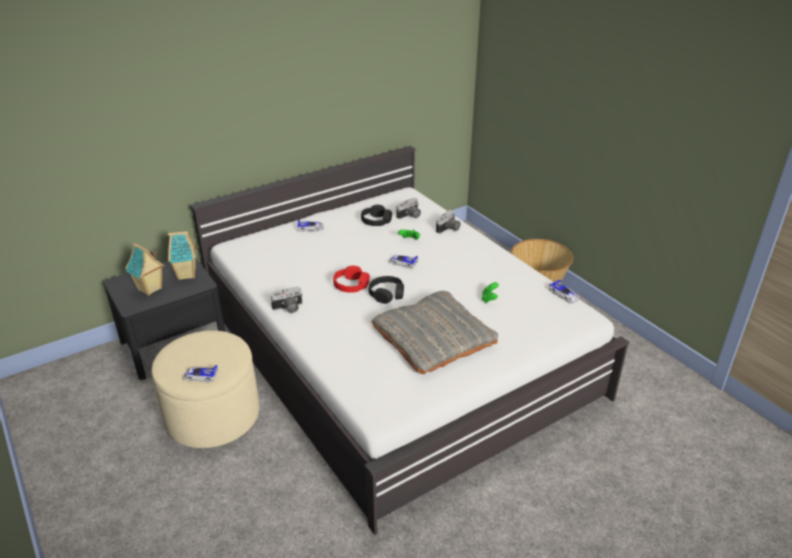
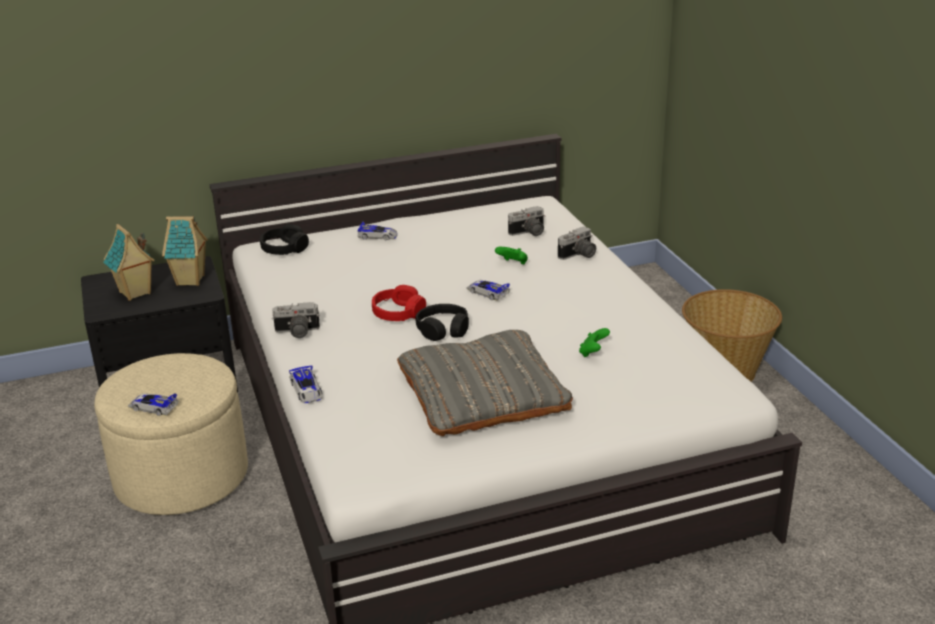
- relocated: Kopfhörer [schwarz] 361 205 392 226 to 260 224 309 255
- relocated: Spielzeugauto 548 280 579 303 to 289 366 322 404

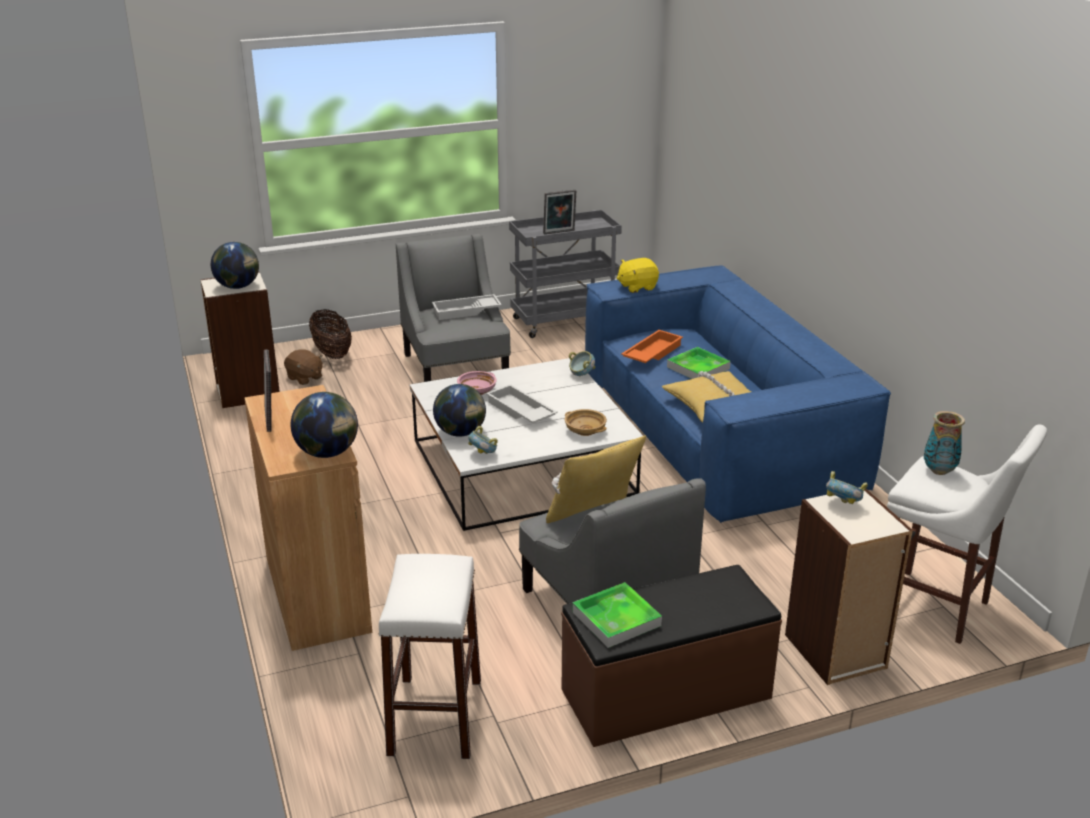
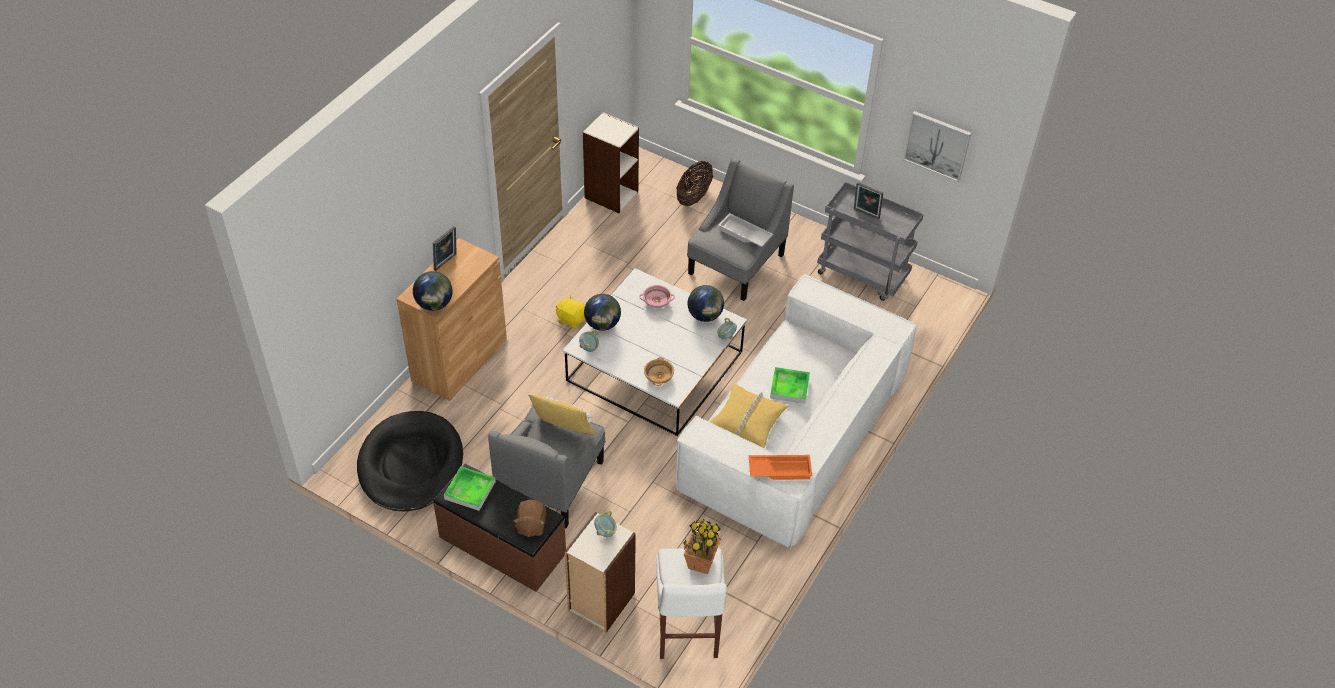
- exchanged: Hocker [weiß] 378 554 481 759 to Hundebett [schwarz] 357 411 463 512
- relocated: Plüschtier [braun] 284 349 323 385 to 513 500 546 537
- relocated: Plüschtier [gelb] 617 258 659 293 to 556 295 585 328
- colour: Sofa [blau] 585 265 891 523 to Sofa [weiß] 676 274 917 548
- exchanged: Vase 924 411 965 475 to Topfpflanze 684 519 721 574
- relocated: Globus 211 242 259 289 to 688 285 724 322
- relocated: Tablett [orange] 621 330 683 363 to 749 455 812 480
- appeared: Bild 903 111 971 182
- missing: Tablett [weiß] 486 384 558 423

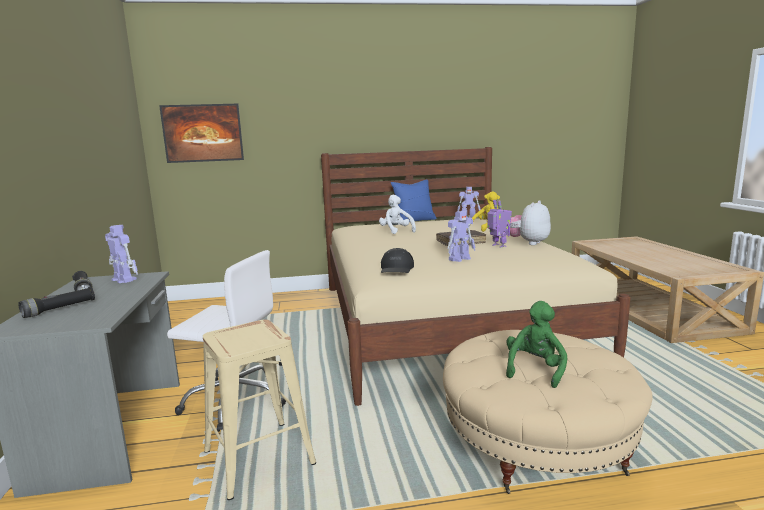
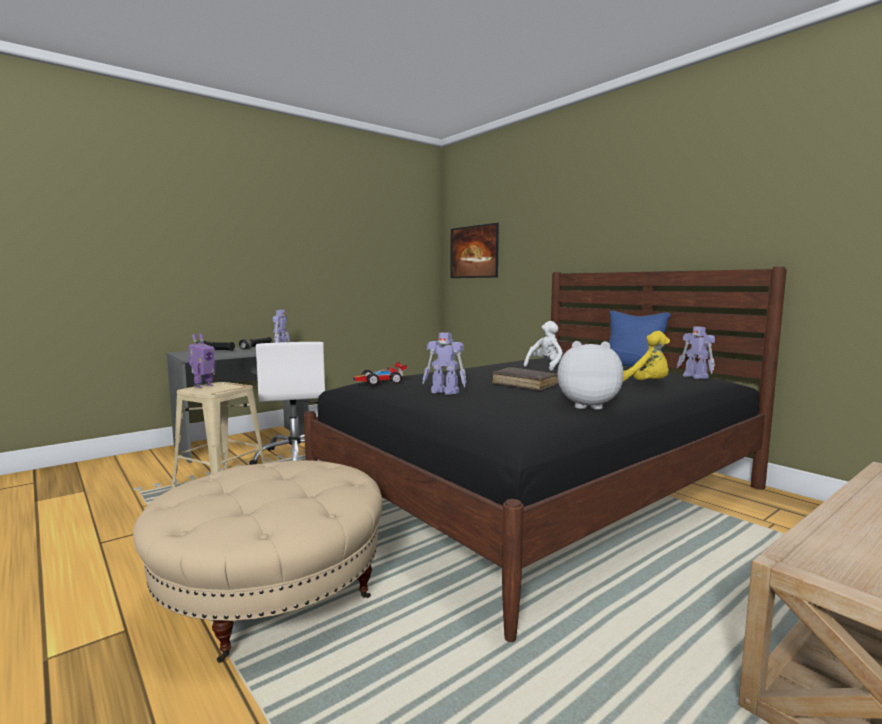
- relocated: Spielzeugroboter 487 200 512 248 to 188 334 216 388
- colour: Bett [beige] 321 147 631 406 to Bett [schwarz] 304 267 787 642
- exchanged: Kappe [schwarz] 381 248 414 273 to Spielzeugauto 353 362 407 386
- missing: Plüschtier [grün] 506 301 567 388

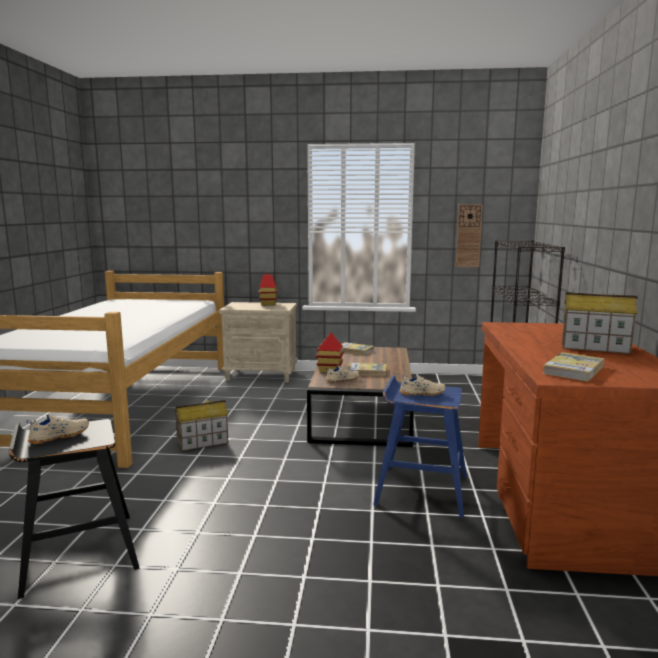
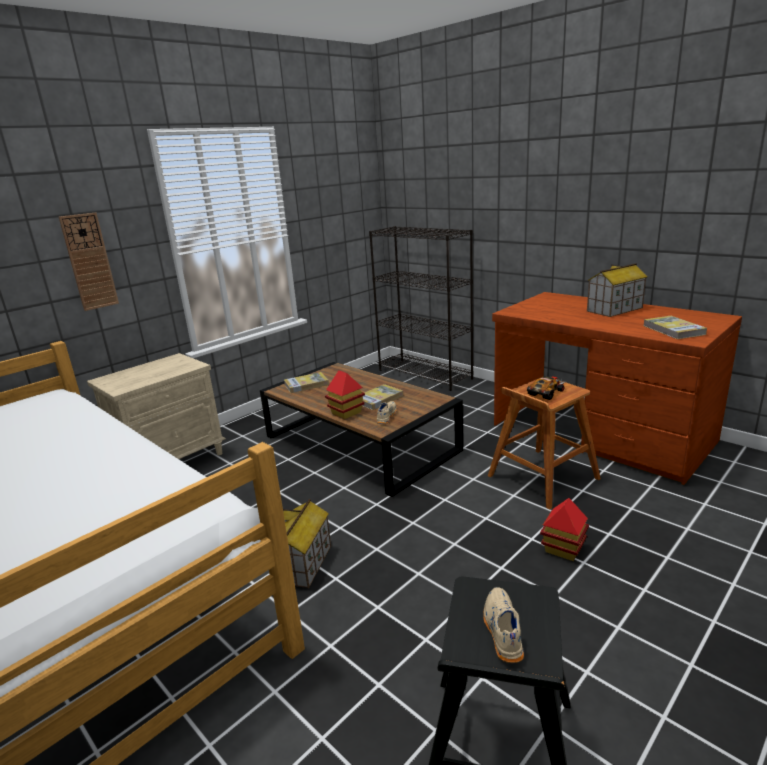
- relocated: Wanduhr 456 204 483 267 to 59 213 119 311
- colour: Hocker [blau] 373 375 467 518 to Hocker [braun] 488 380 601 510
- exchanged: Schuh [beige] 399 374 446 396 to Spielzeugauto 527 376 565 400
- relocated: Spielzeughaus 259 274 277 305 to 540 498 589 561

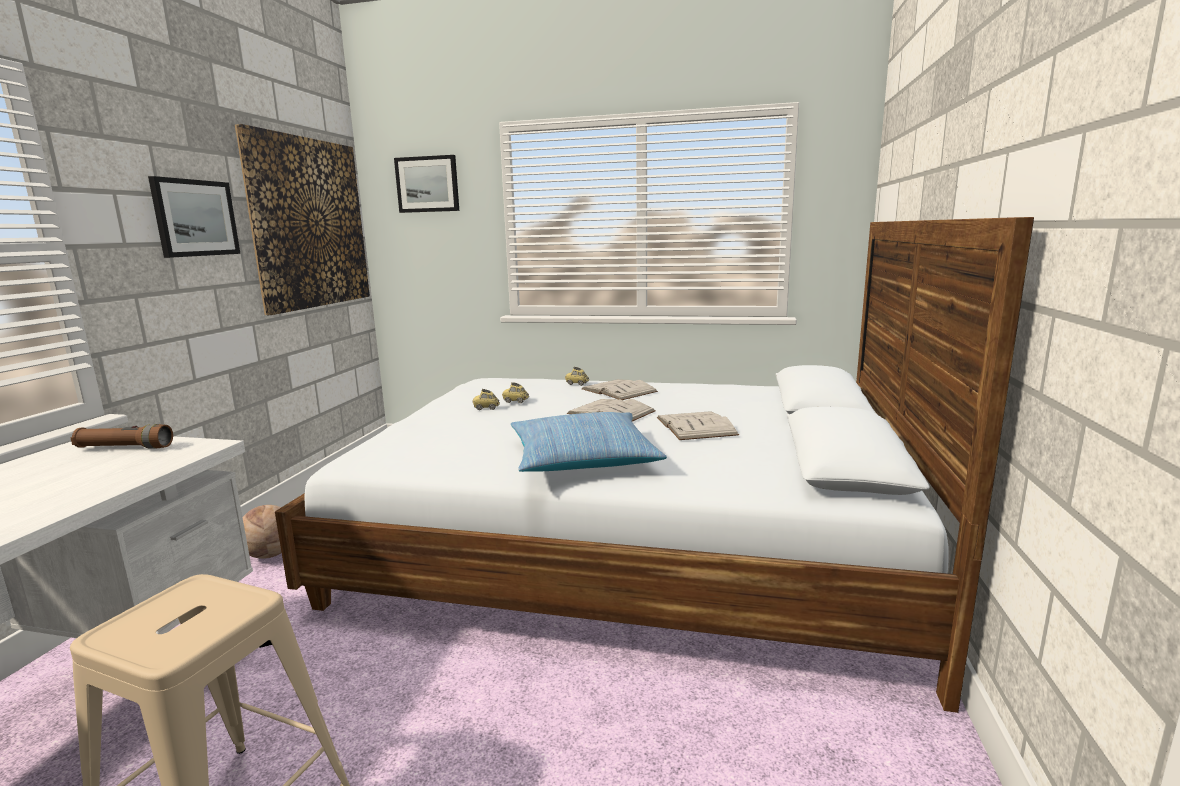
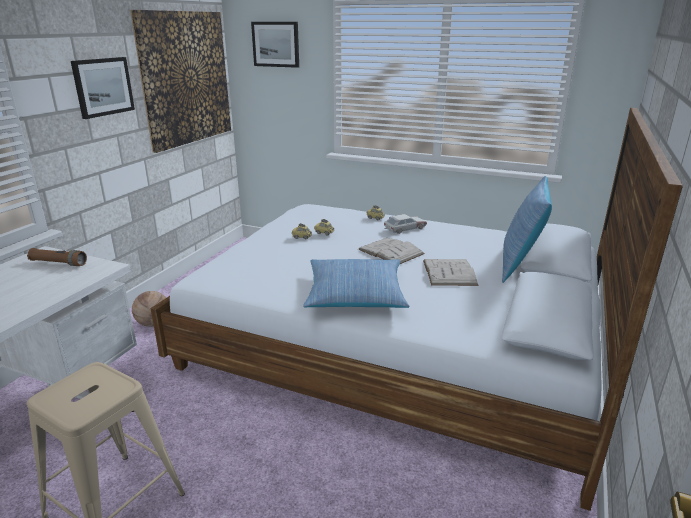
- exchanged: Buch [weiß] 582 379 658 400 to Spielzeugauto 384 214 427 234
- appeared: Kissen 502 176 552 283

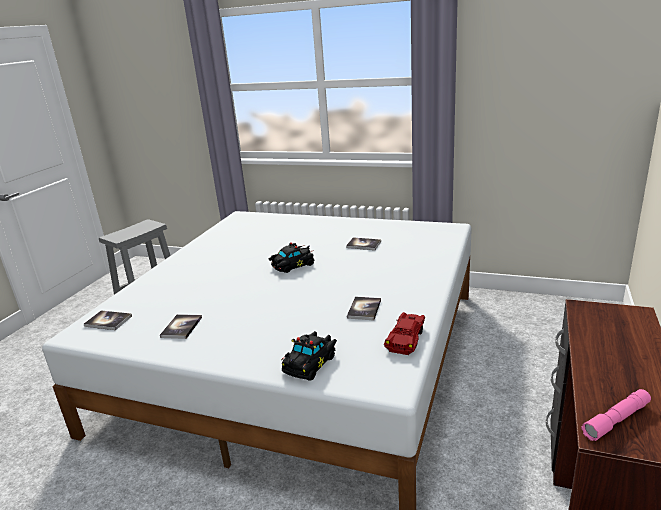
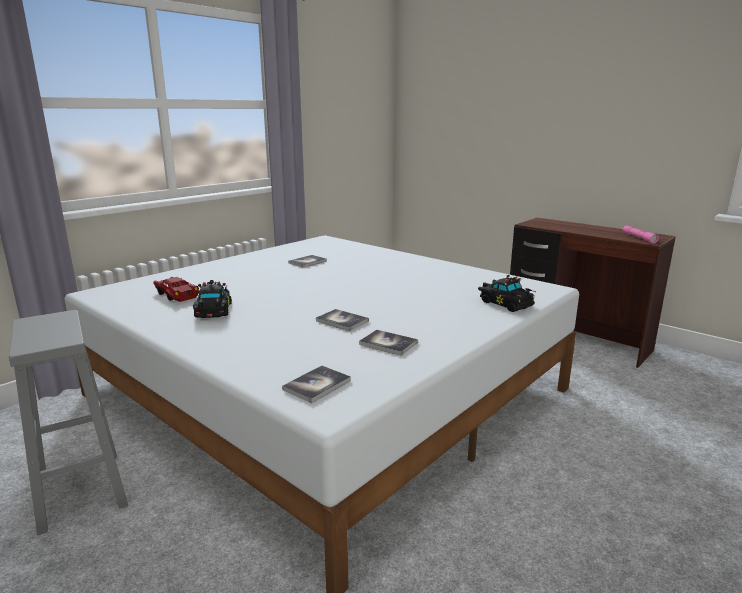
- relocated: Spielzeugauto [rot] 384 312 425 355 to 153 277 200 302
- relocated: Spielzeugauto [schwarz] 268 242 314 273 to 193 280 232 318
- relocated: Buch 347 297 381 320 to 316 309 369 331

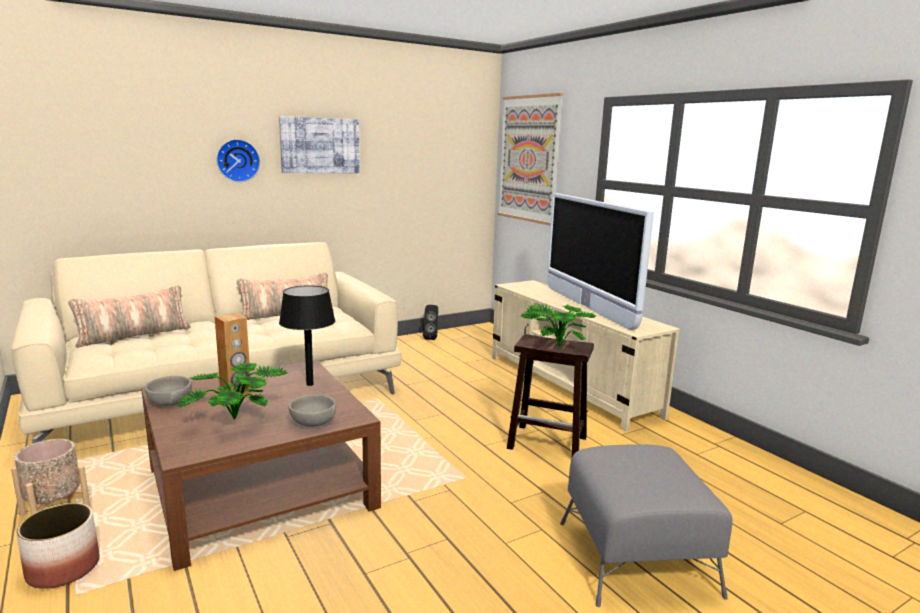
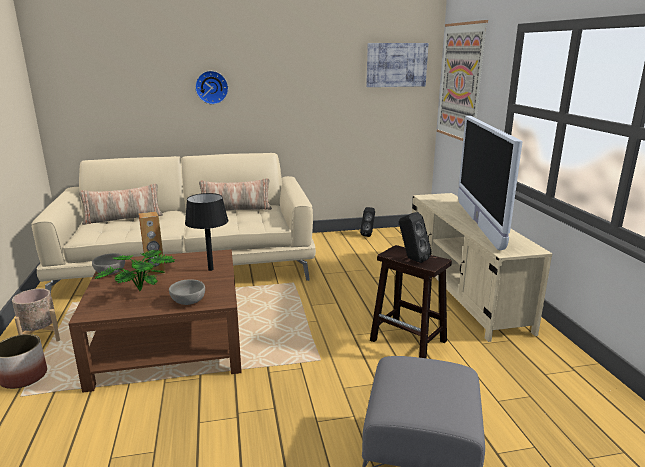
- relocated: Bild 279 116 360 173 to 366 43 428 87
- exchanged: Topfpflanze 520 303 596 346 to Lautsprecher [schwarz] 399 212 432 263

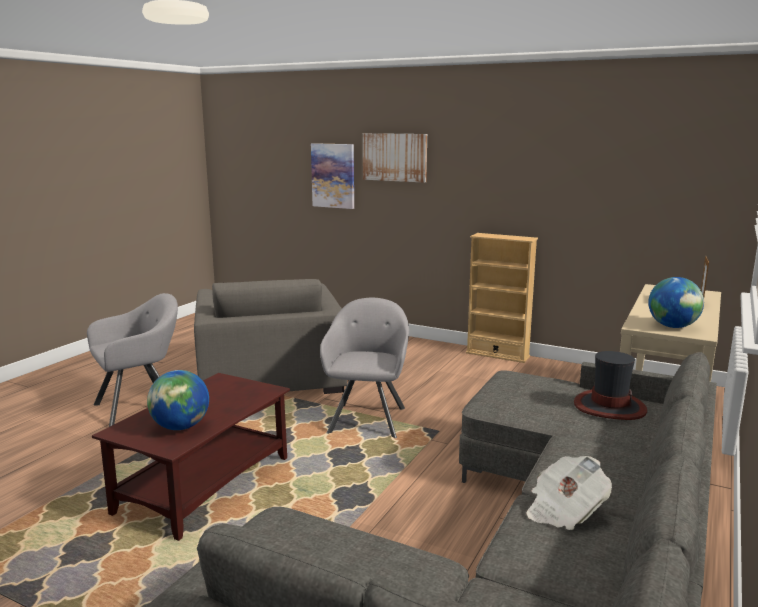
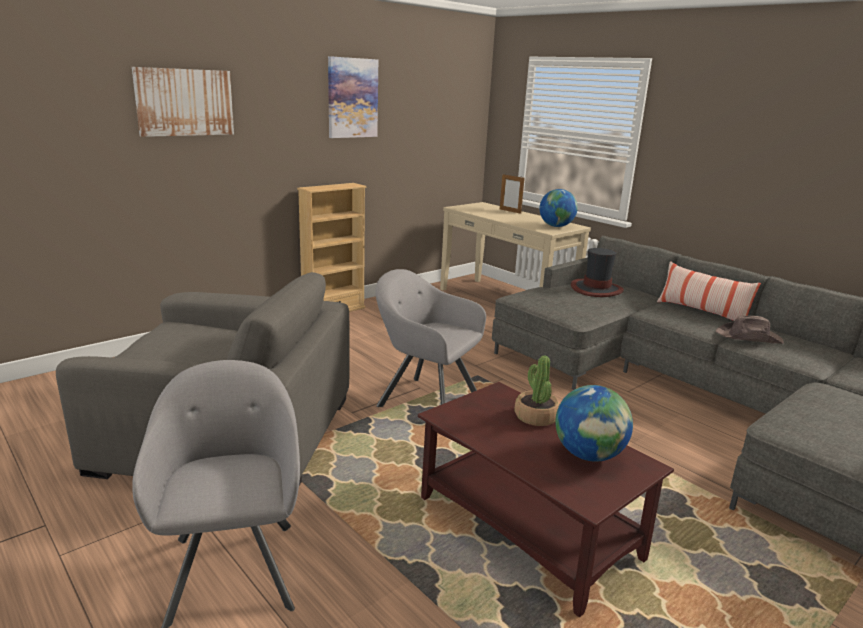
- relocated: Bild 311 143 354 209 to 328 56 378 138
- appeared: Topfpflanze 514 355 560 426
- appeared: Kissen 657 261 761 321
- exchanged: Zeitung 526 456 612 530 to Hut [braun] 715 316 784 344

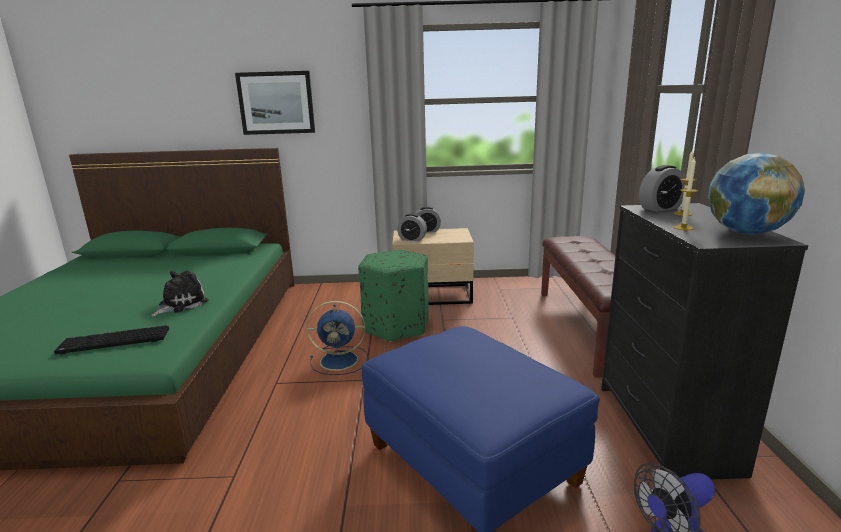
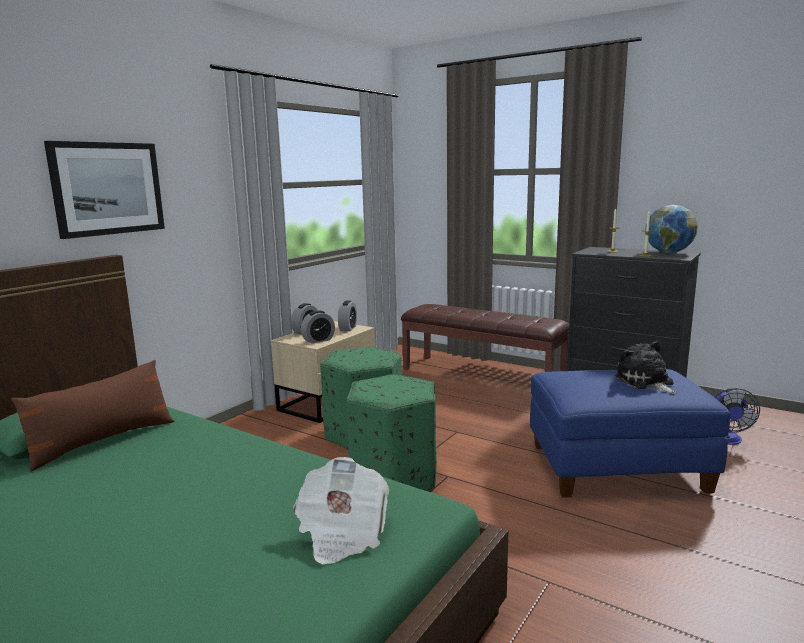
- appeared: Kissen [braun] 11 360 174 472
- exchanged: Tastatur 54 325 169 355 to Zeitung 294 457 389 565
- relocated: Wecker 639 165 686 212 to 338 301 357 331
- exchanged: Ventilator [blau] 307 301 368 375 to Polsterhocker [grün] 347 374 437 491
- relocated: Plüschtier 151 270 208 317 to 615 341 677 394

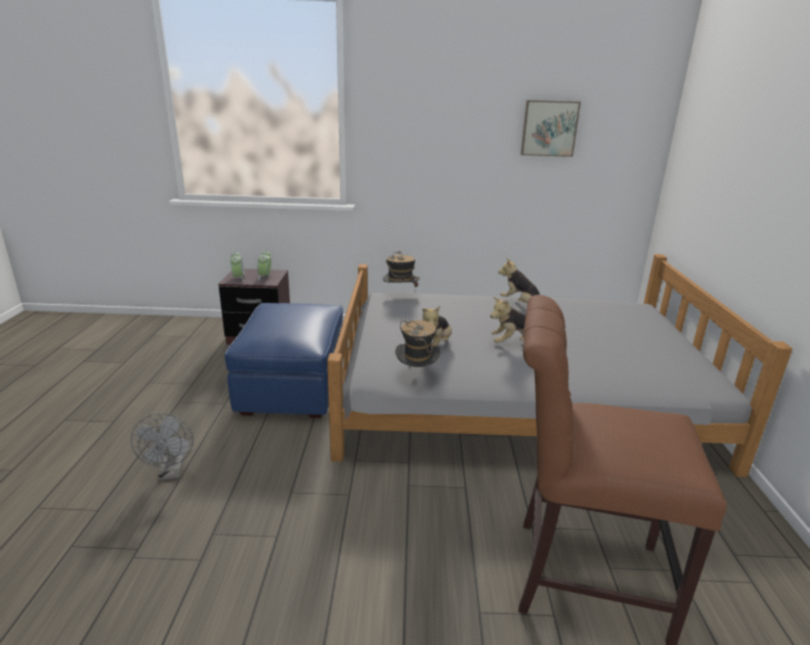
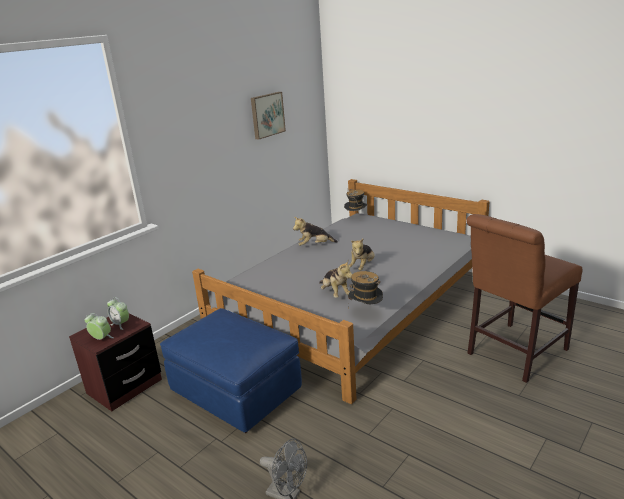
- relocated: Hut 382 251 420 287 to 344 189 368 211

